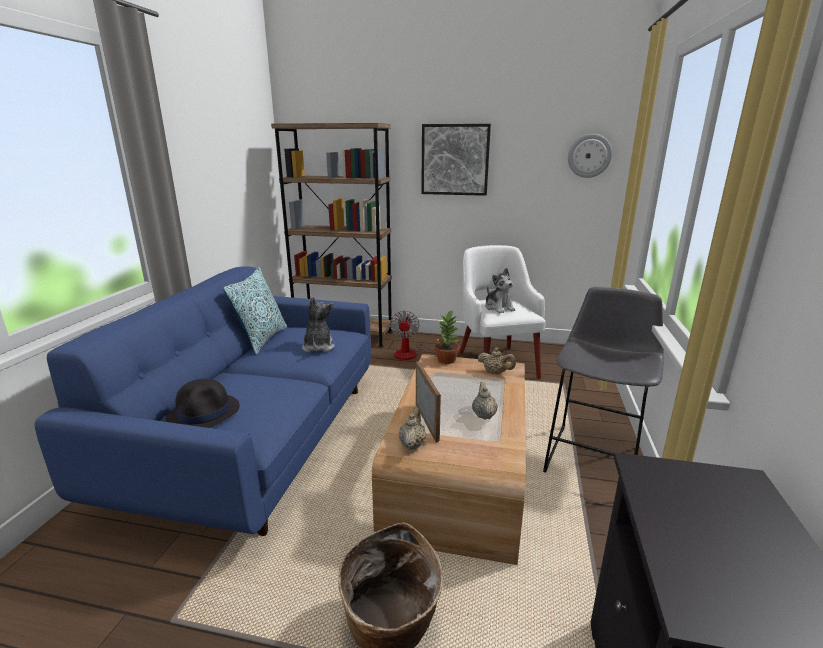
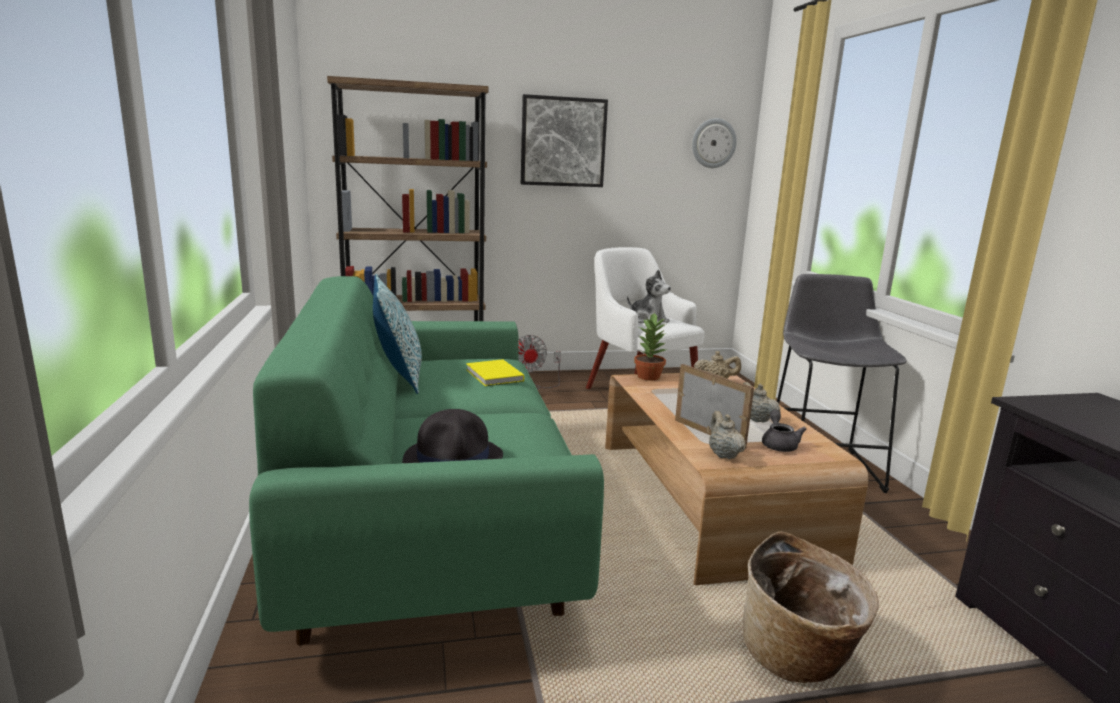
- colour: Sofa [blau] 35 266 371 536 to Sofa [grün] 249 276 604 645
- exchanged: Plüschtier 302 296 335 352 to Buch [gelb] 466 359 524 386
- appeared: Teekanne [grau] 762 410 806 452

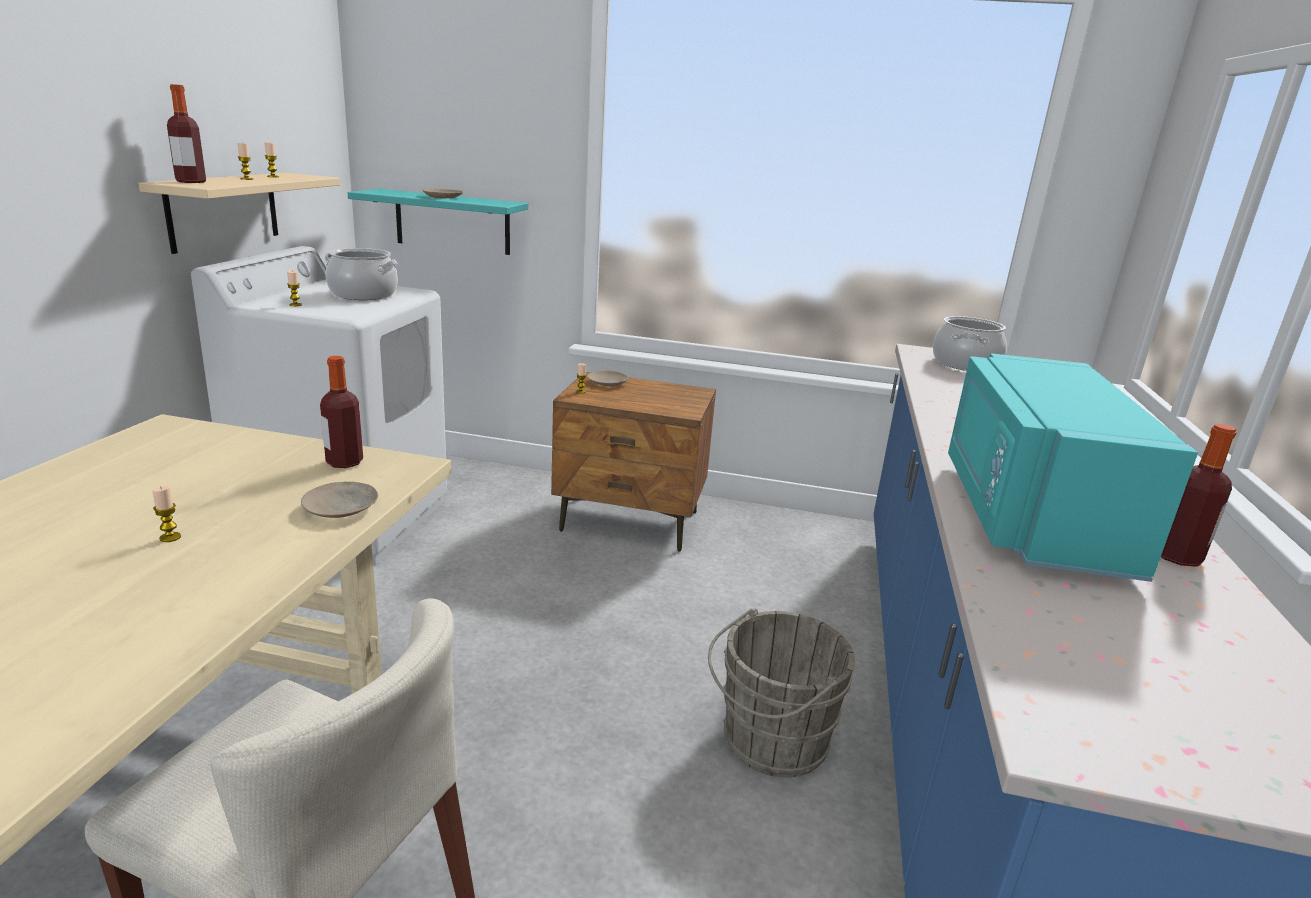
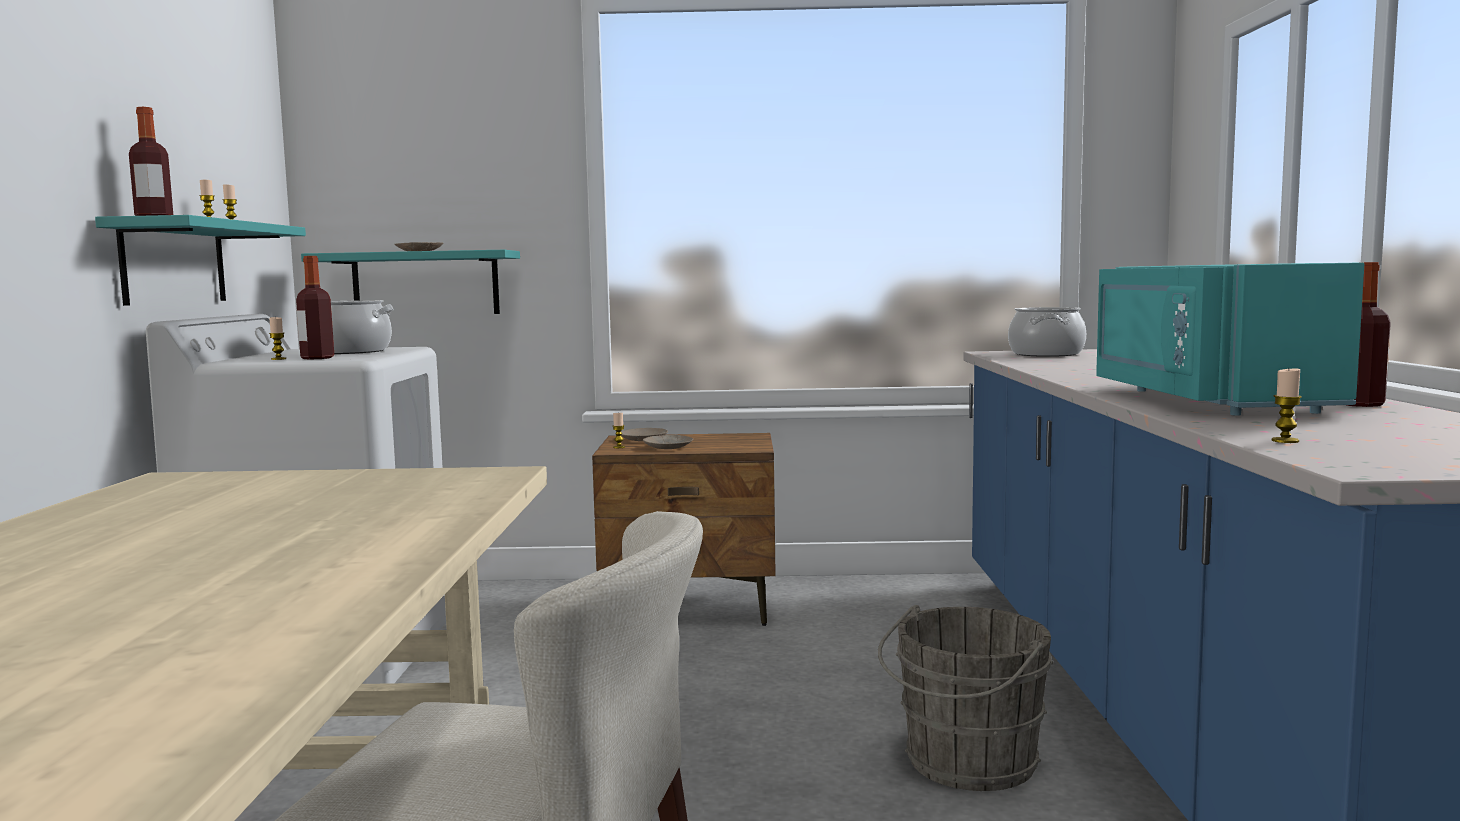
- colour: Wandregal [beige] 138 173 340 254 to Wandregal [türkis] 95 215 306 306
- relocated: Flasche 320 356 363 468 to 296 256 334 360
- relocated: Teller [beige] 301 482 378 518 to 643 435 693 449
- relocated: Kerze 152 485 181 542 to 1272 369 1302 443

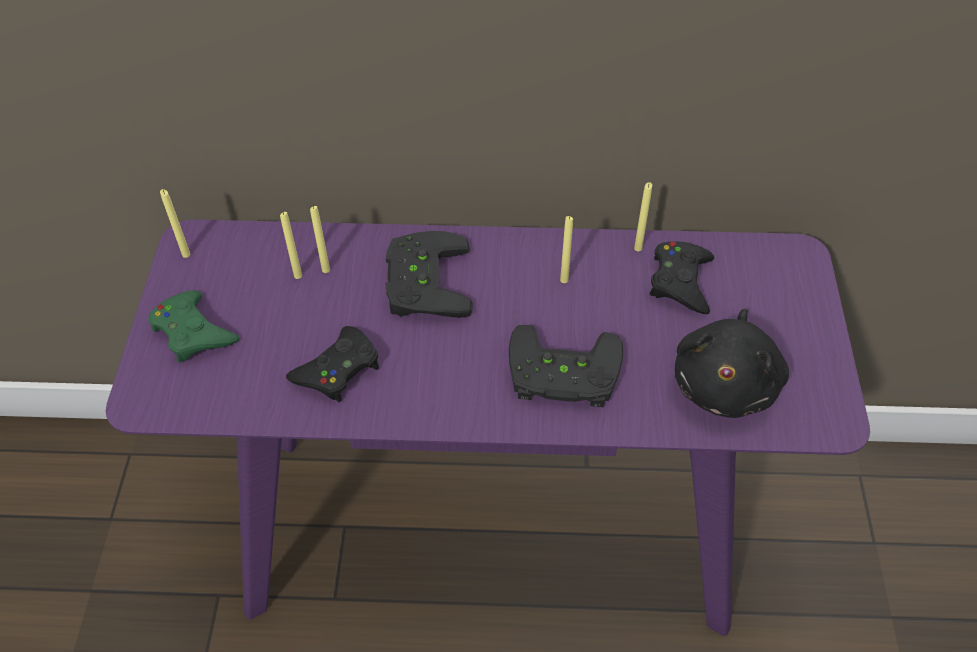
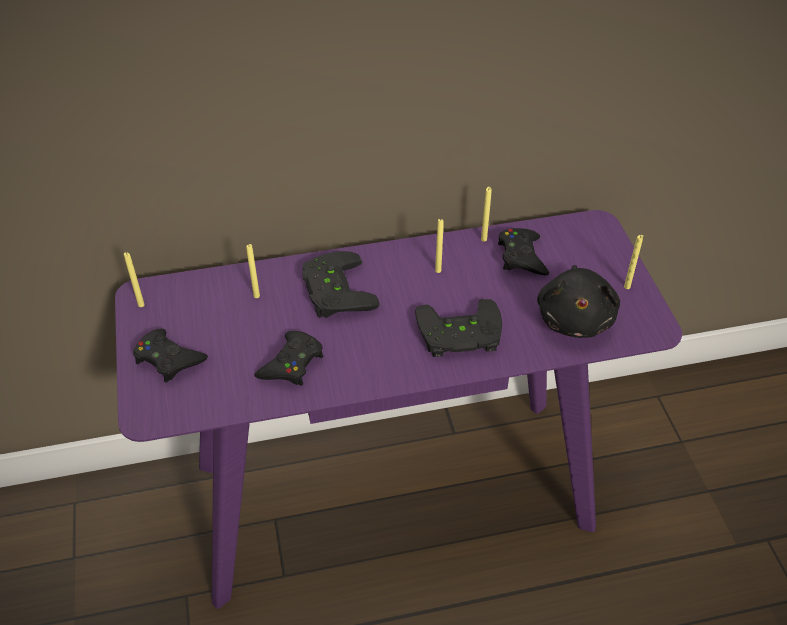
- colour: Gamepad [grün] 148 291 240 363 to Gamepad [schwarz] 133 328 208 383
- relocated: Kerze [gelb] 280 212 302 279 to 624 235 643 289

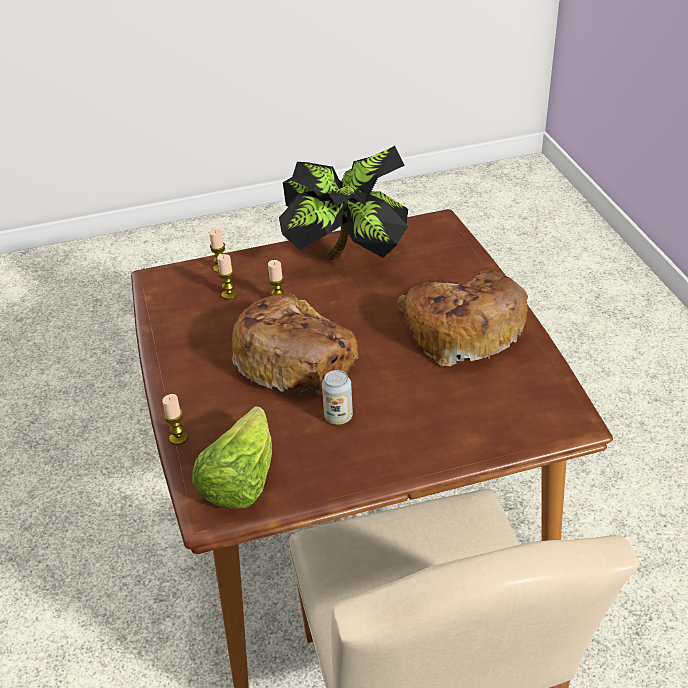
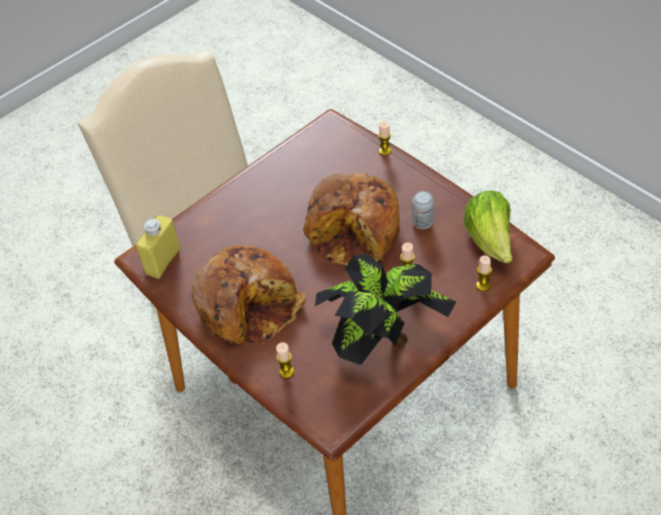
- appeared: Flasche [gelb] 136 215 181 279
- relocated: Kerze 217 254 237 299 to 276 342 294 378
- relocated: Dose 322 370 353 425 to 412 191 434 229
- relocated: Salatkopf 192 406 272 509 to 464 190 512 263

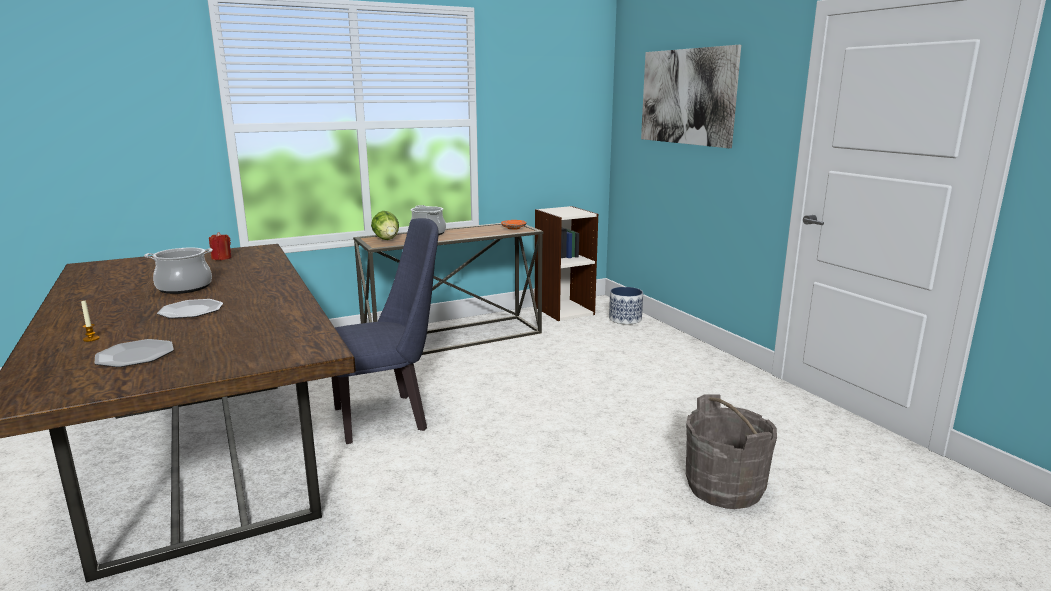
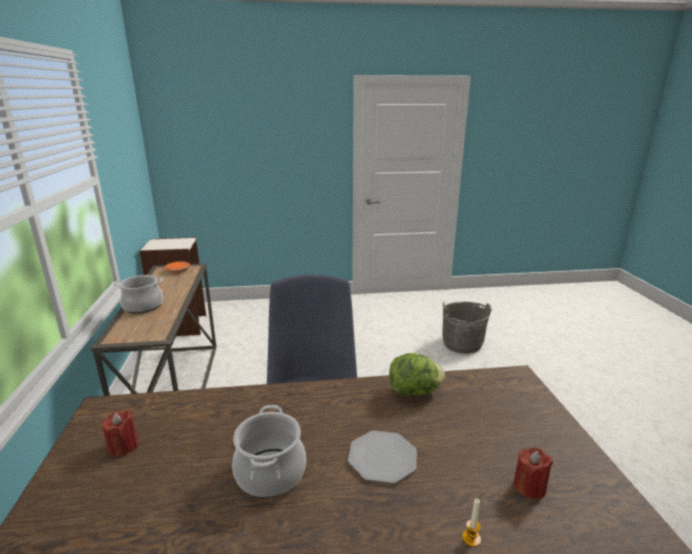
- relocated: Salatkopf 371 211 399 240 to 389 353 445 395
- exchanged: Teller 95 339 174 367 to Kerze [rot] 513 447 553 500
- missing: Pflanzkübel 609 287 643 325
- missing: Bild 641 45 741 148

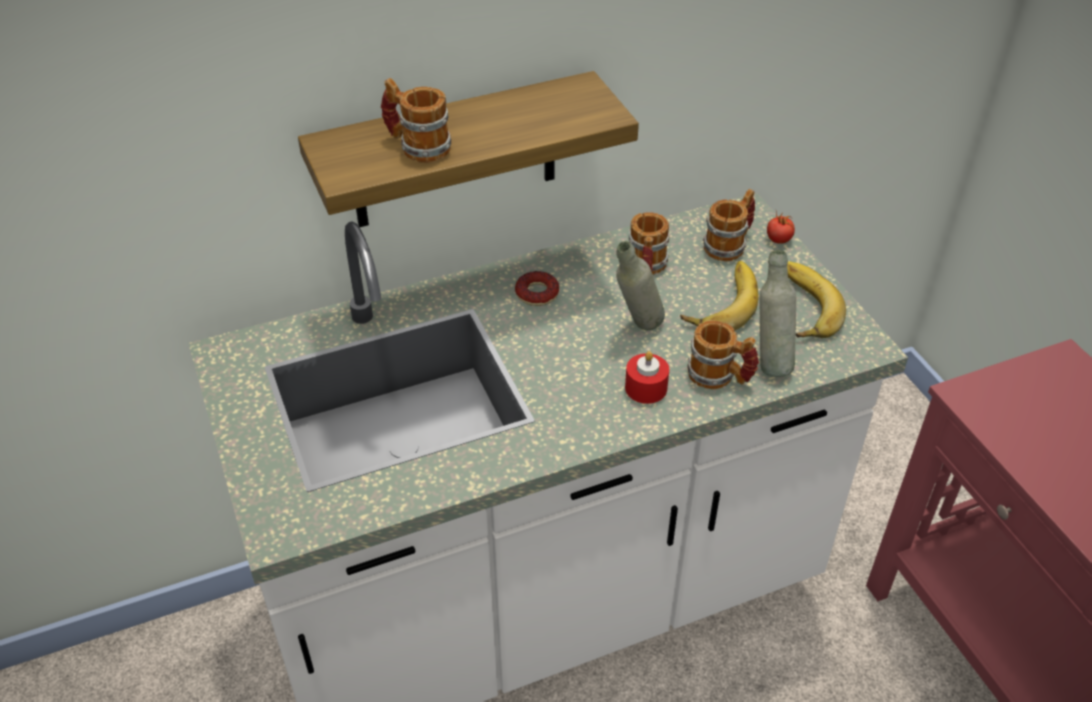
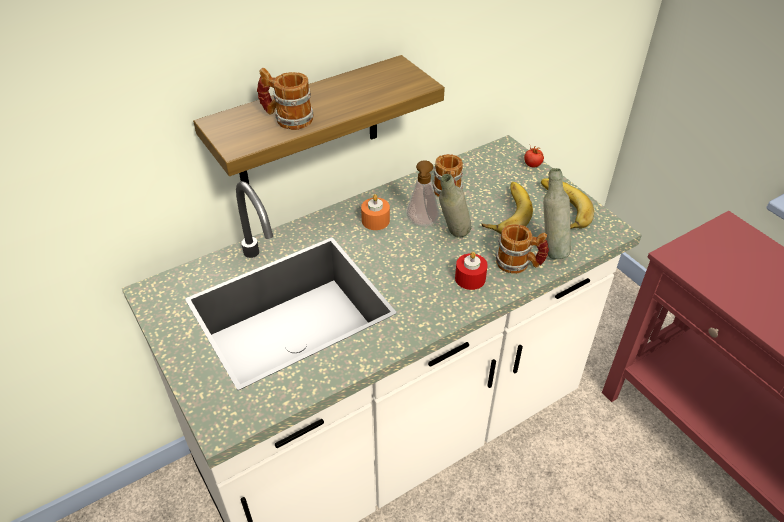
- exchanged: Donut 515 271 559 306 to Kerze [orange] 361 194 390 230
- appeared: Seifenspender 406 160 440 226
- missing: Henkelbecher 703 189 755 261

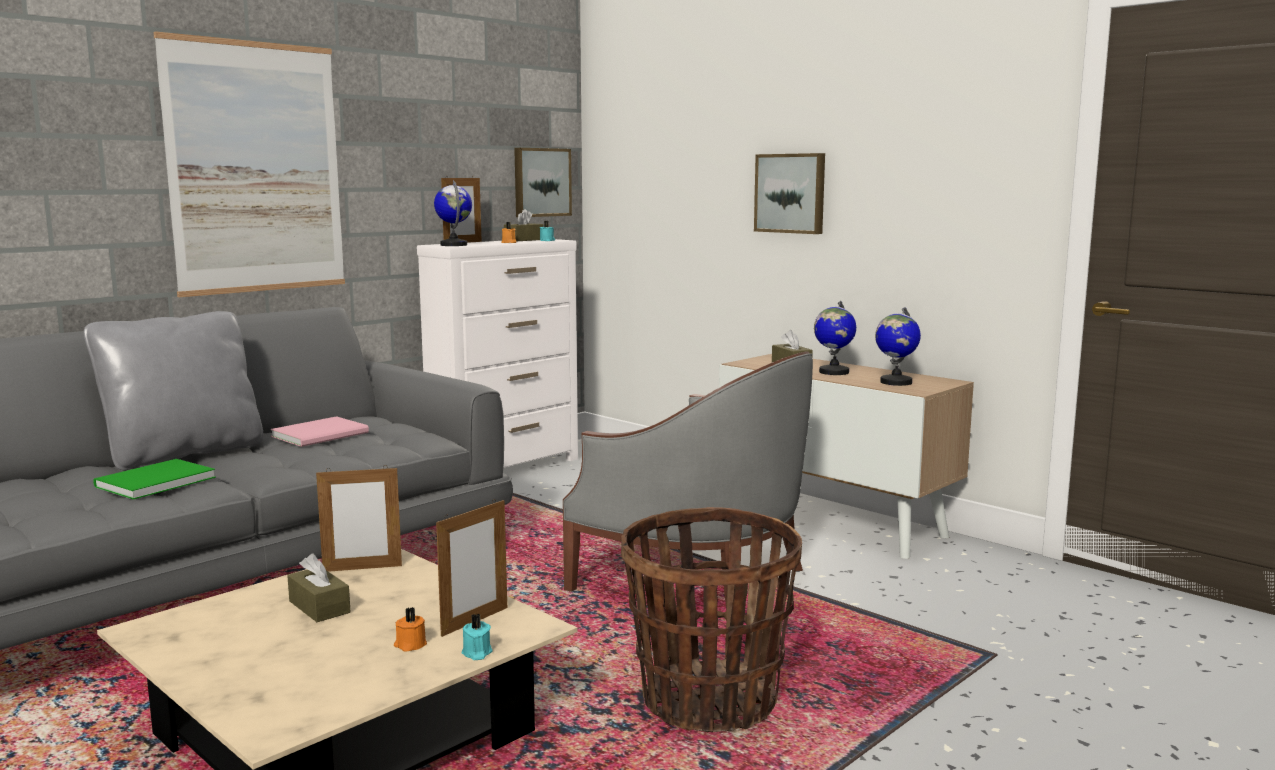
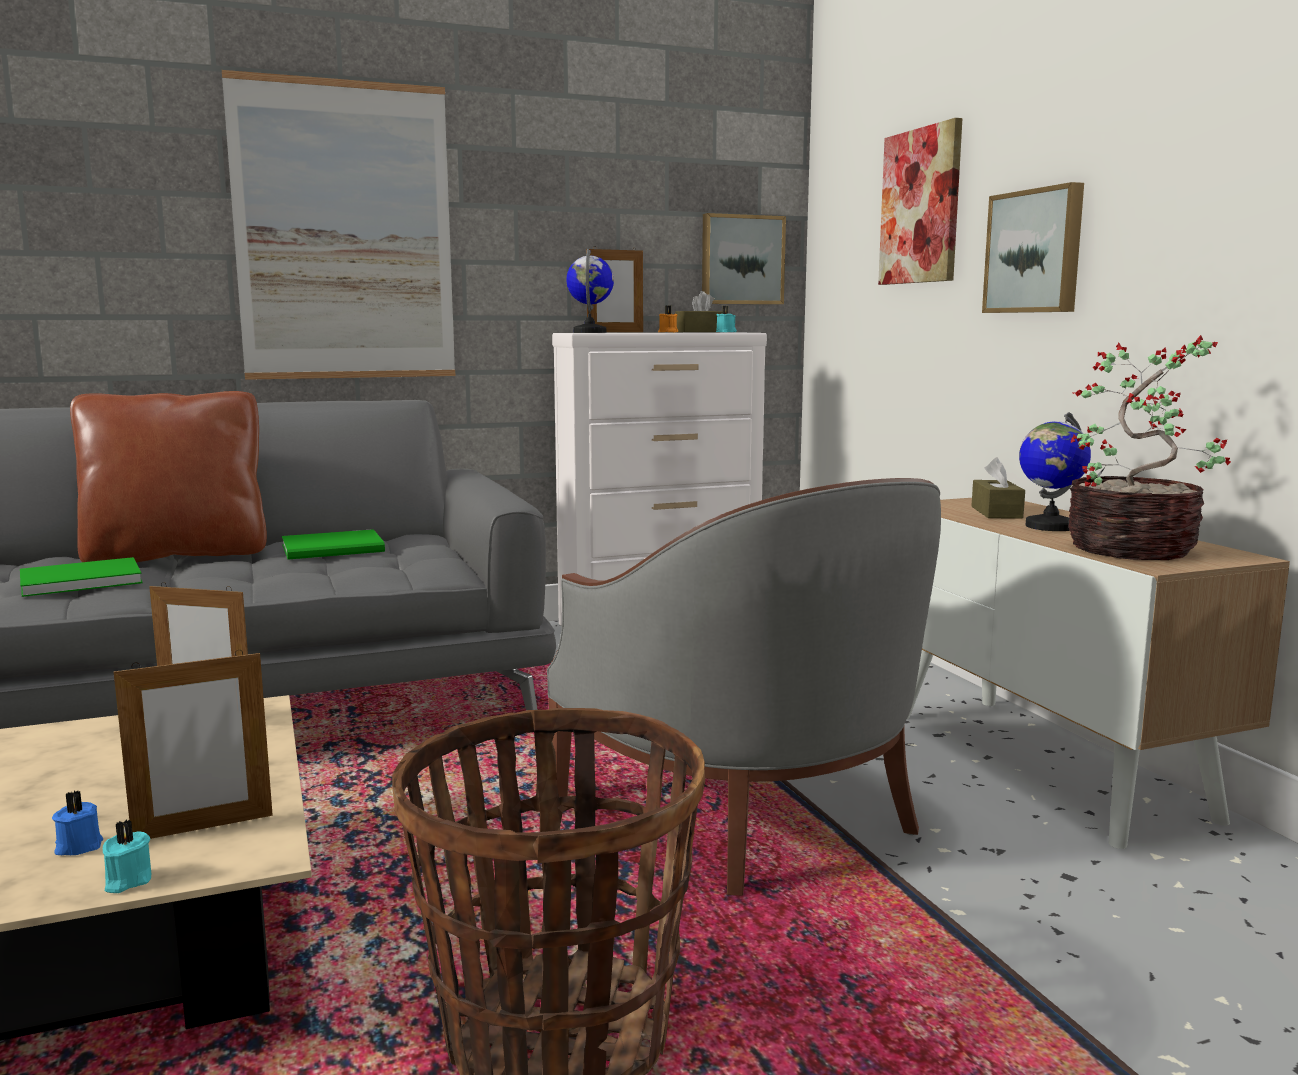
- colour: Kerze [orange] 394 607 427 652 to Kerze [blau] 52 791 103 855
- colour: Kissen [grau] 84 311 263 470 to Kissen [braun] 70 391 267 563
- colour: Buch [rosa] 271 416 369 447 to Buch [grün] 282 529 385 560
- appeared: Bild 878 118 963 285
- exchanged: Globus 875 307 921 386 to Topfpflanze 1068 335 1231 560
- missing: Taschentuchbox [braun] 287 554 351 622

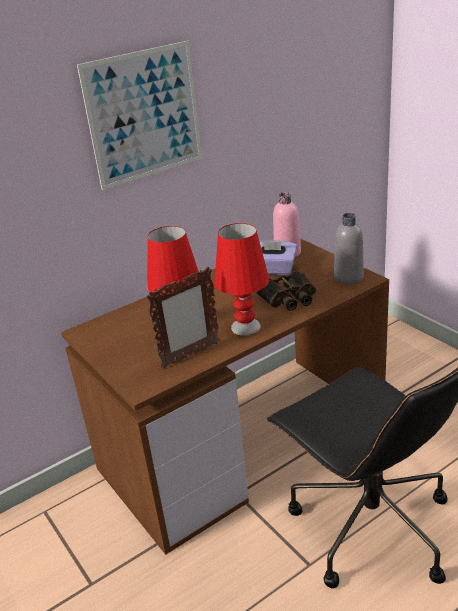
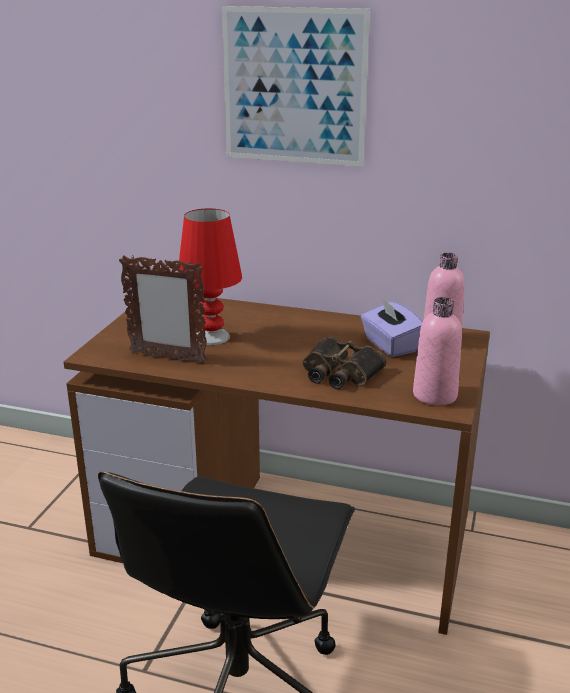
- colour: Flasche [grau] 334 213 364 284 to Flasche [rosa] 413 297 462 406
- missing: Tischlampe [rot] 214 223 269 336

